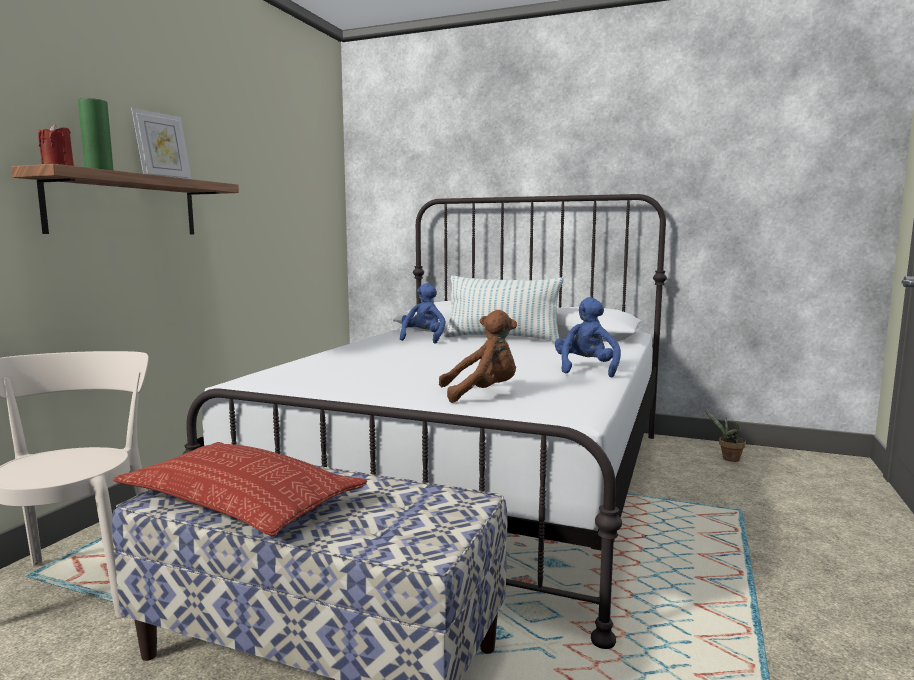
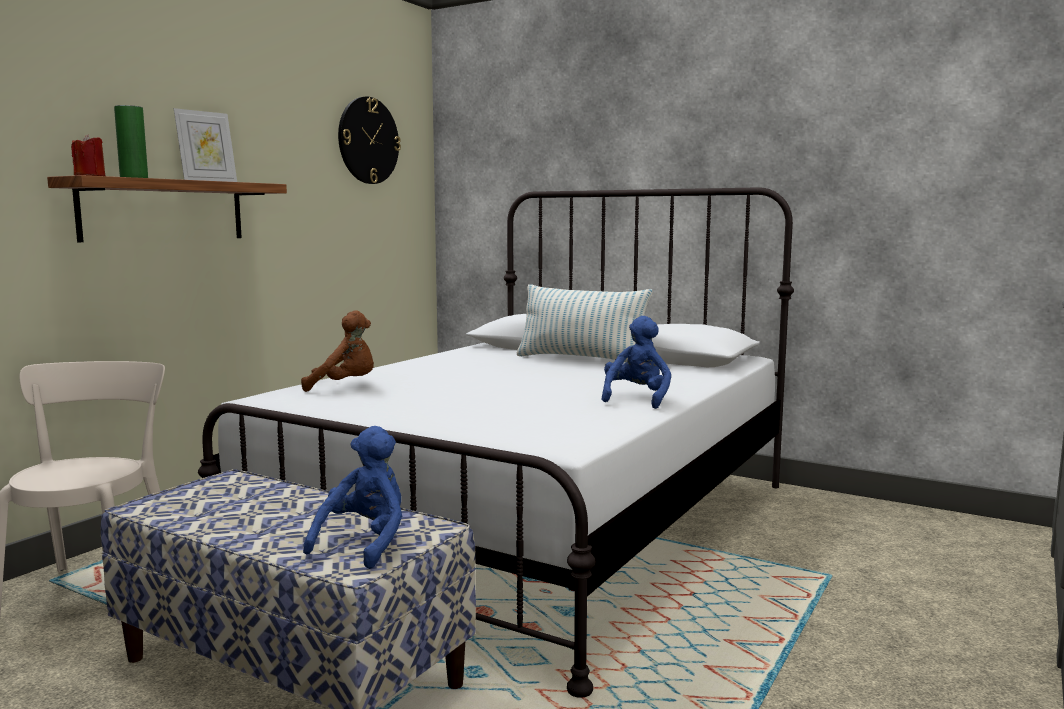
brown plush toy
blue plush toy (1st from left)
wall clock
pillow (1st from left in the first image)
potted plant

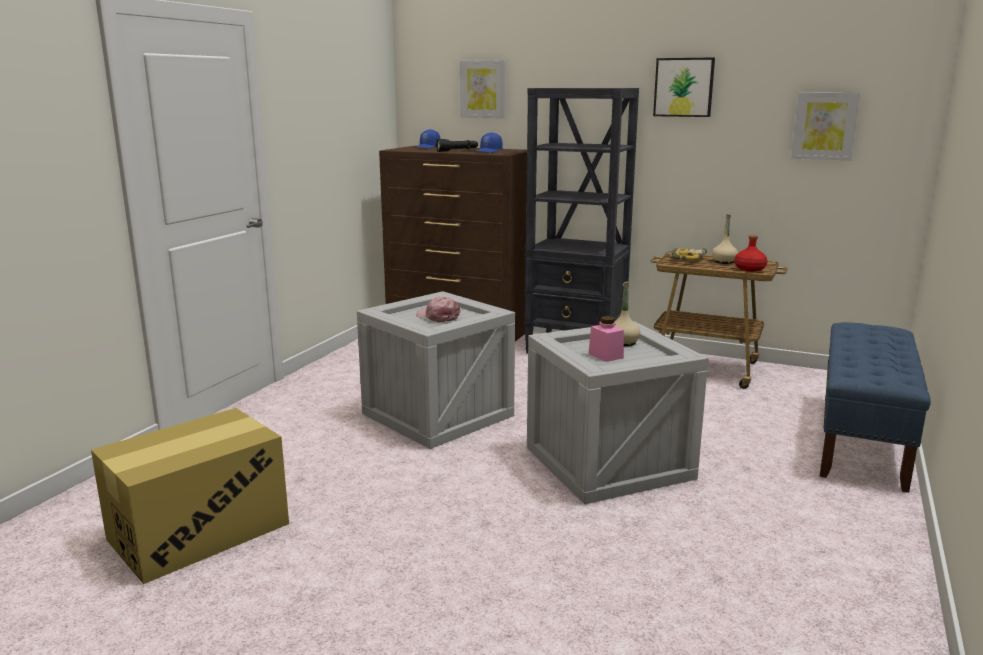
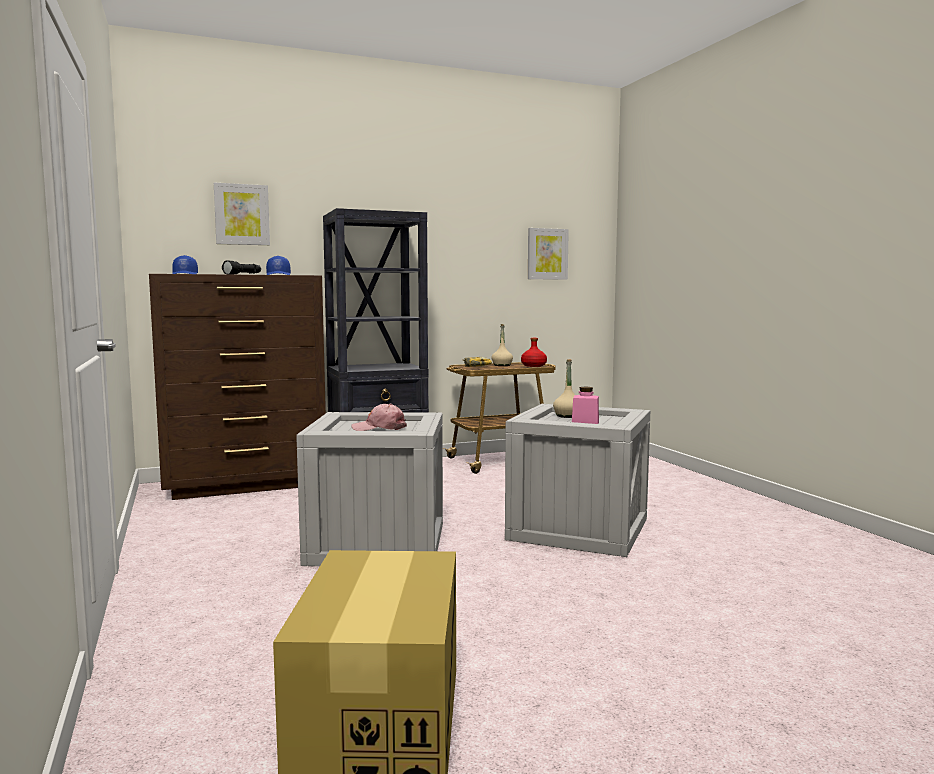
picture (2nd from left in the first image)
blue bench

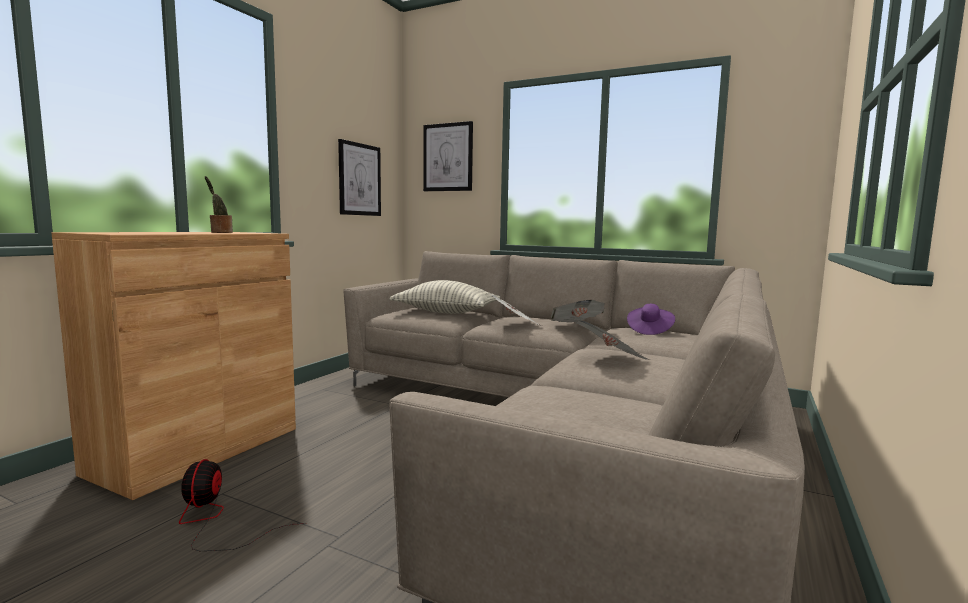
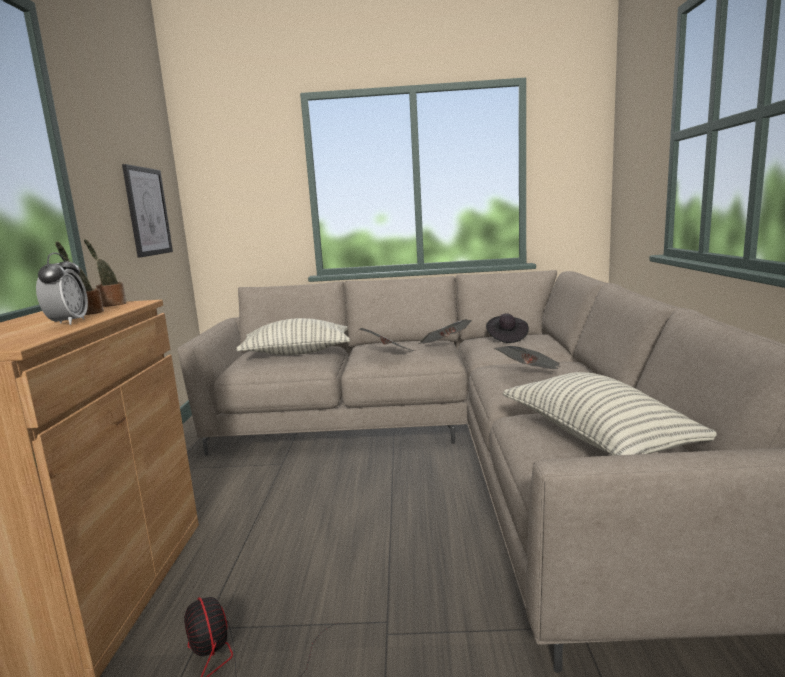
alarm clock
potted plant (2nd from left)
black hat
pillow (2nd from left)
picture (2nd from left in the first image)

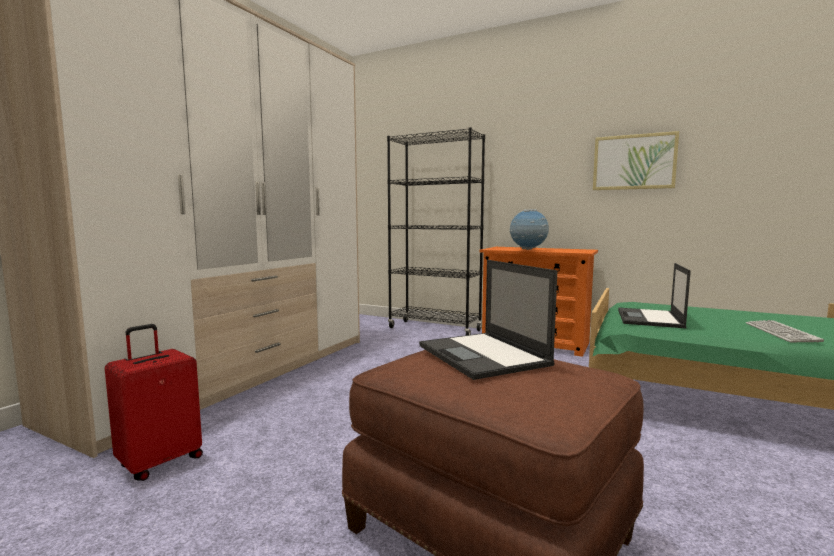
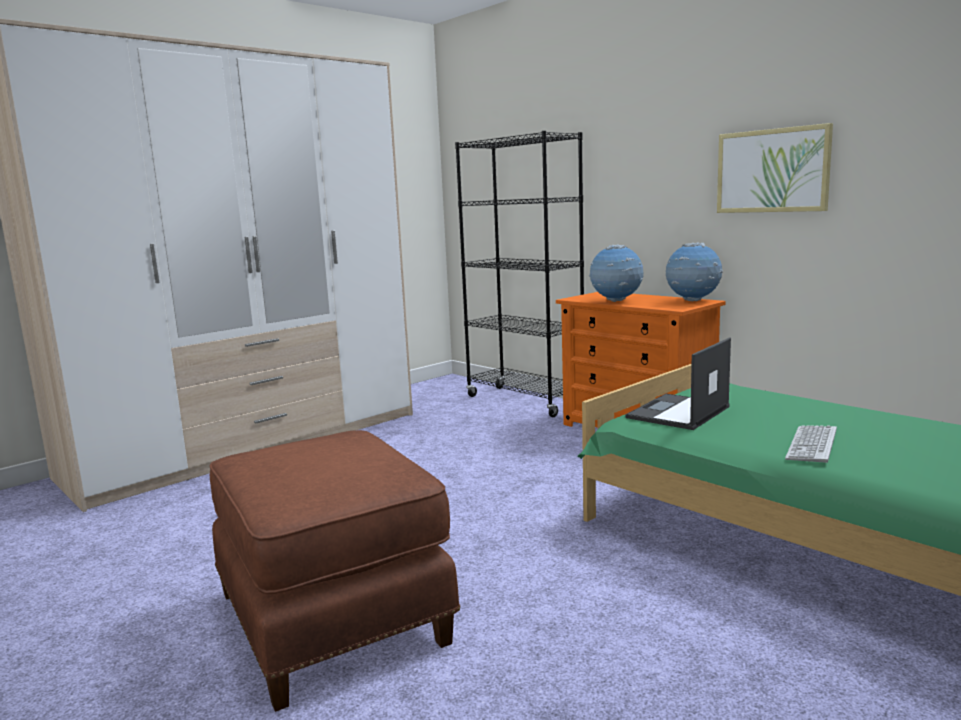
globe (2nd from left)
red suitcase
laptop (1st from left in the first image)

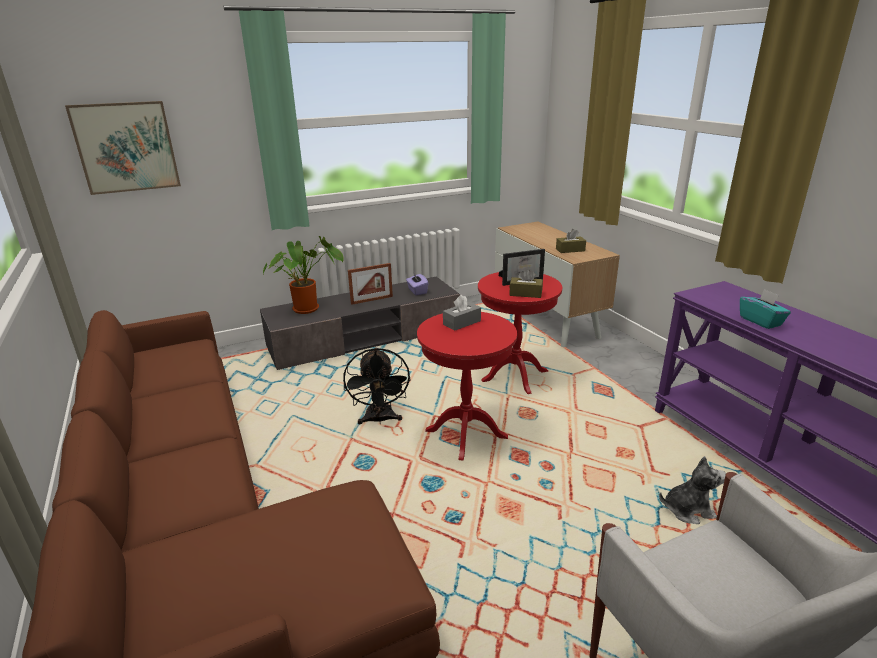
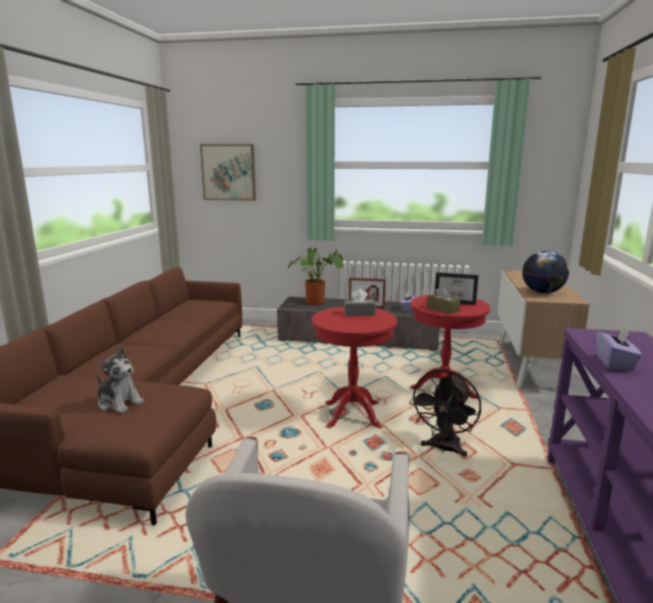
plush toy
black fan
globe
purple tissue box (2nd from left)

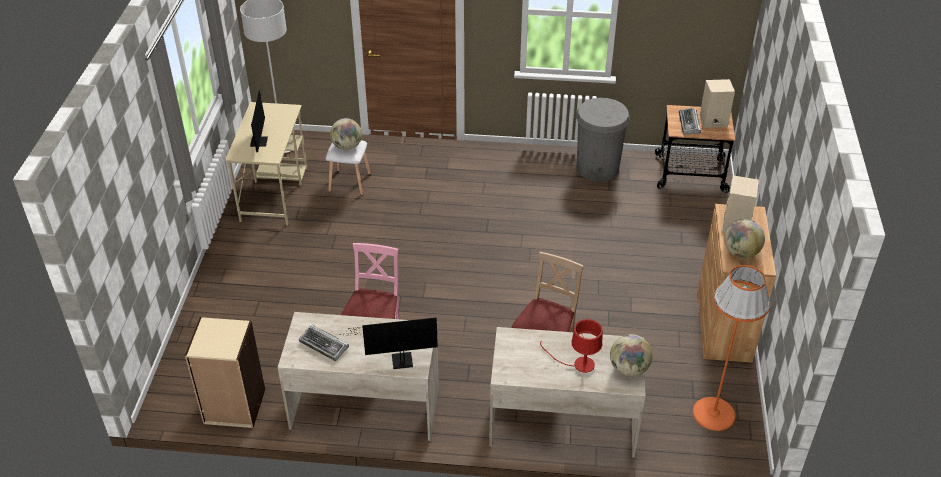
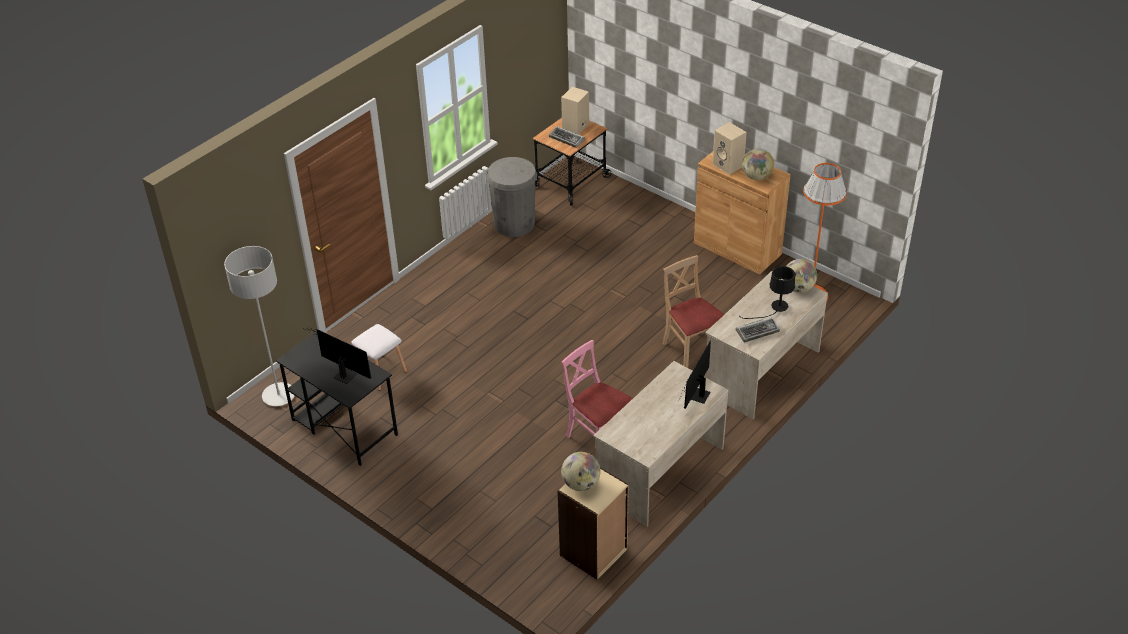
black desk
globe (1st from left)
keyboard (2nd from left)
black table lamp

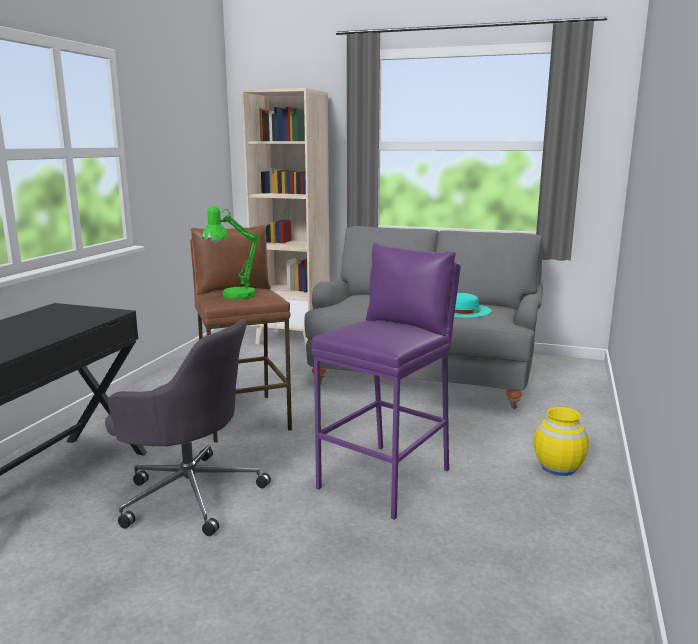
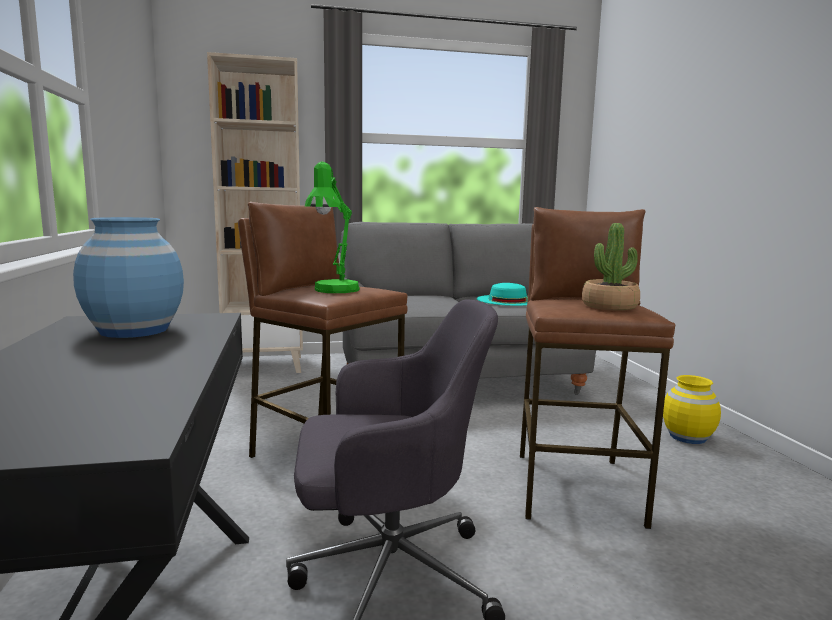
blue vase
brown stool (2nd from left)
potted plant

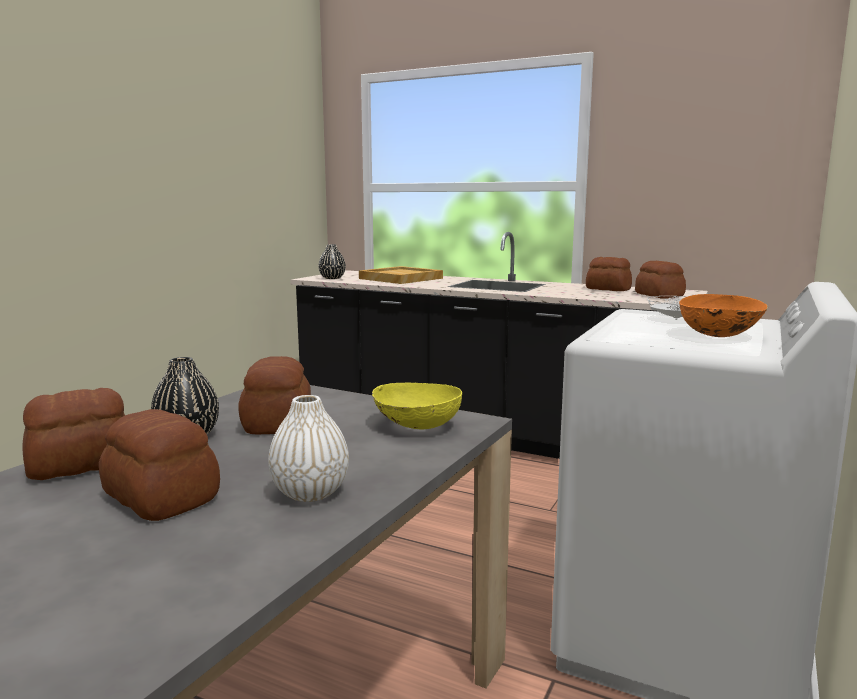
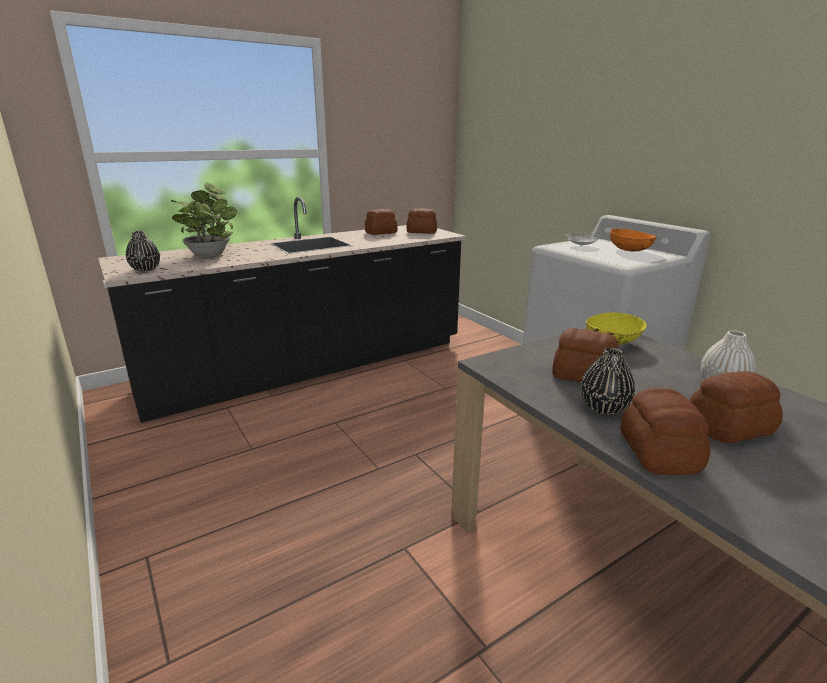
potted plant

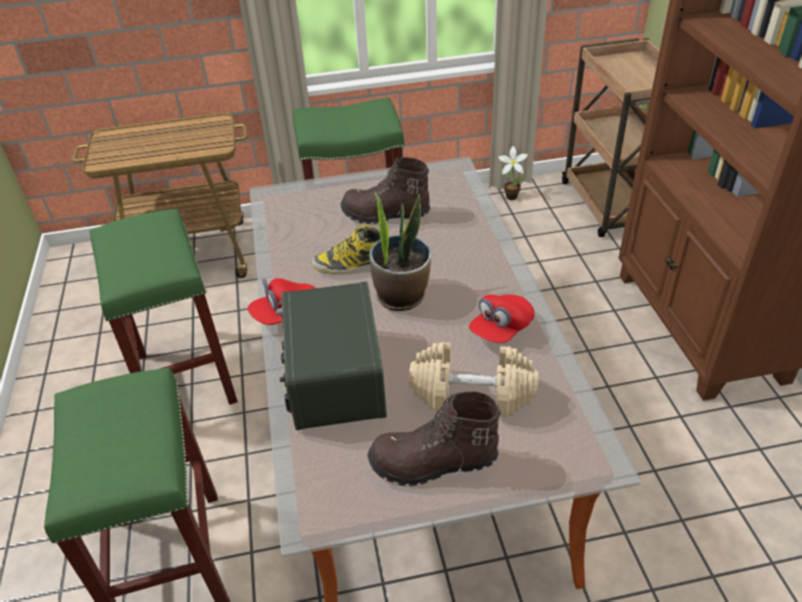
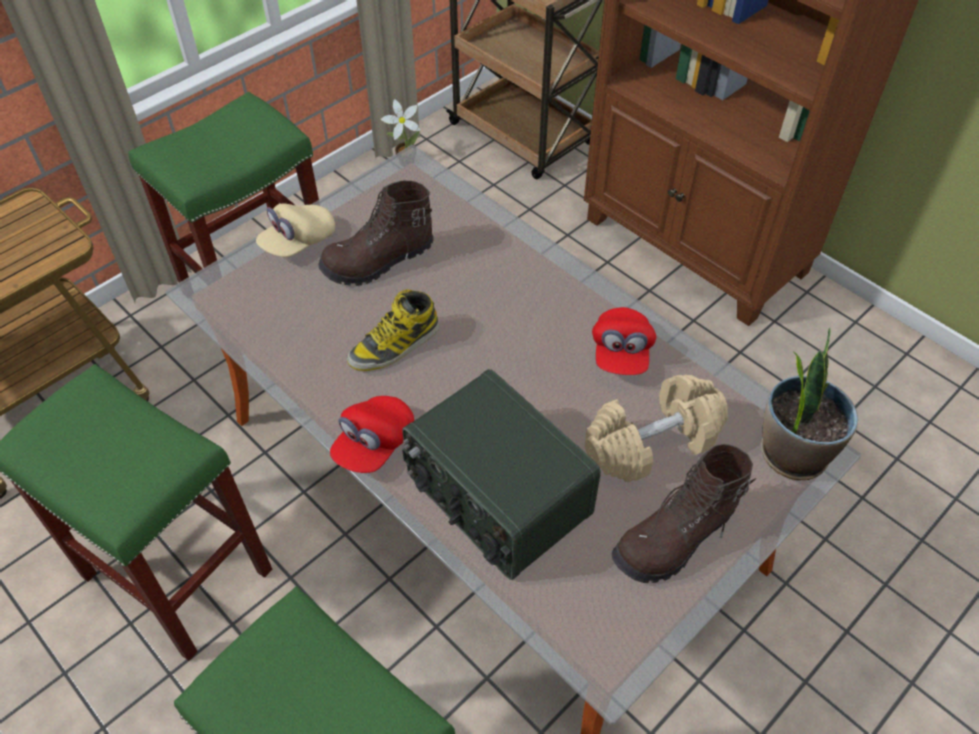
beige cap
potted plant (2nd from left)

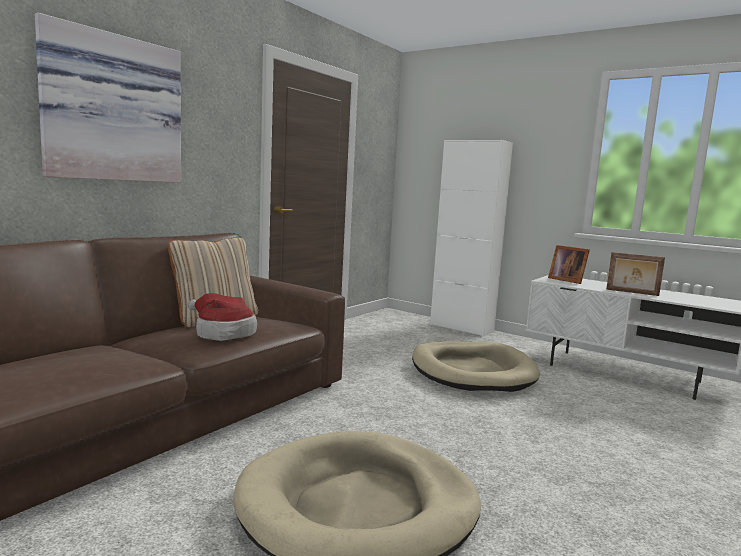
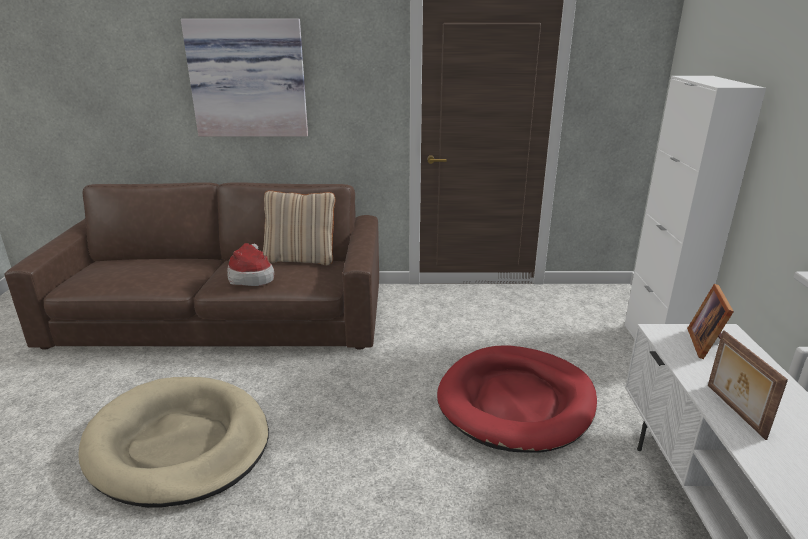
red dog bed

